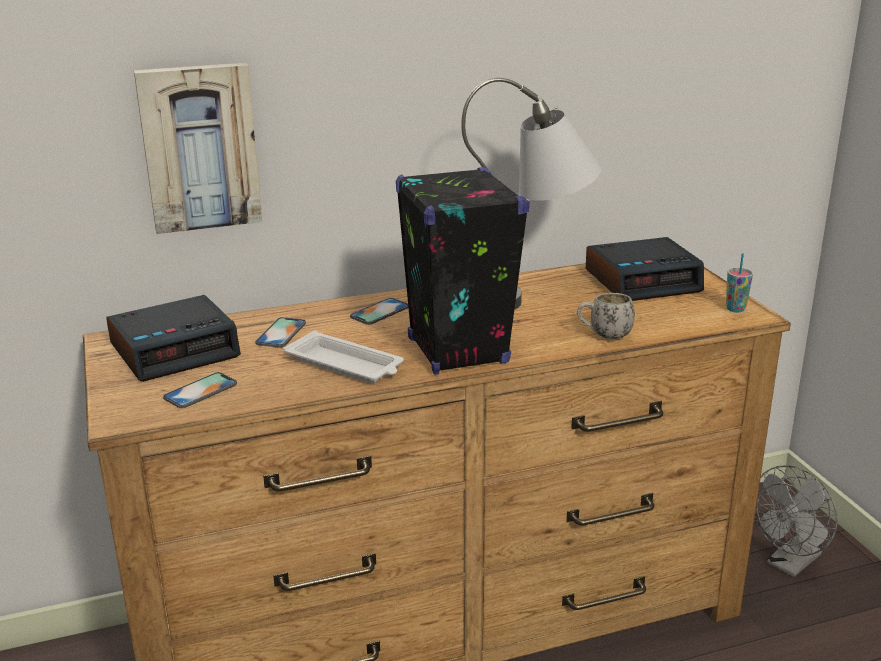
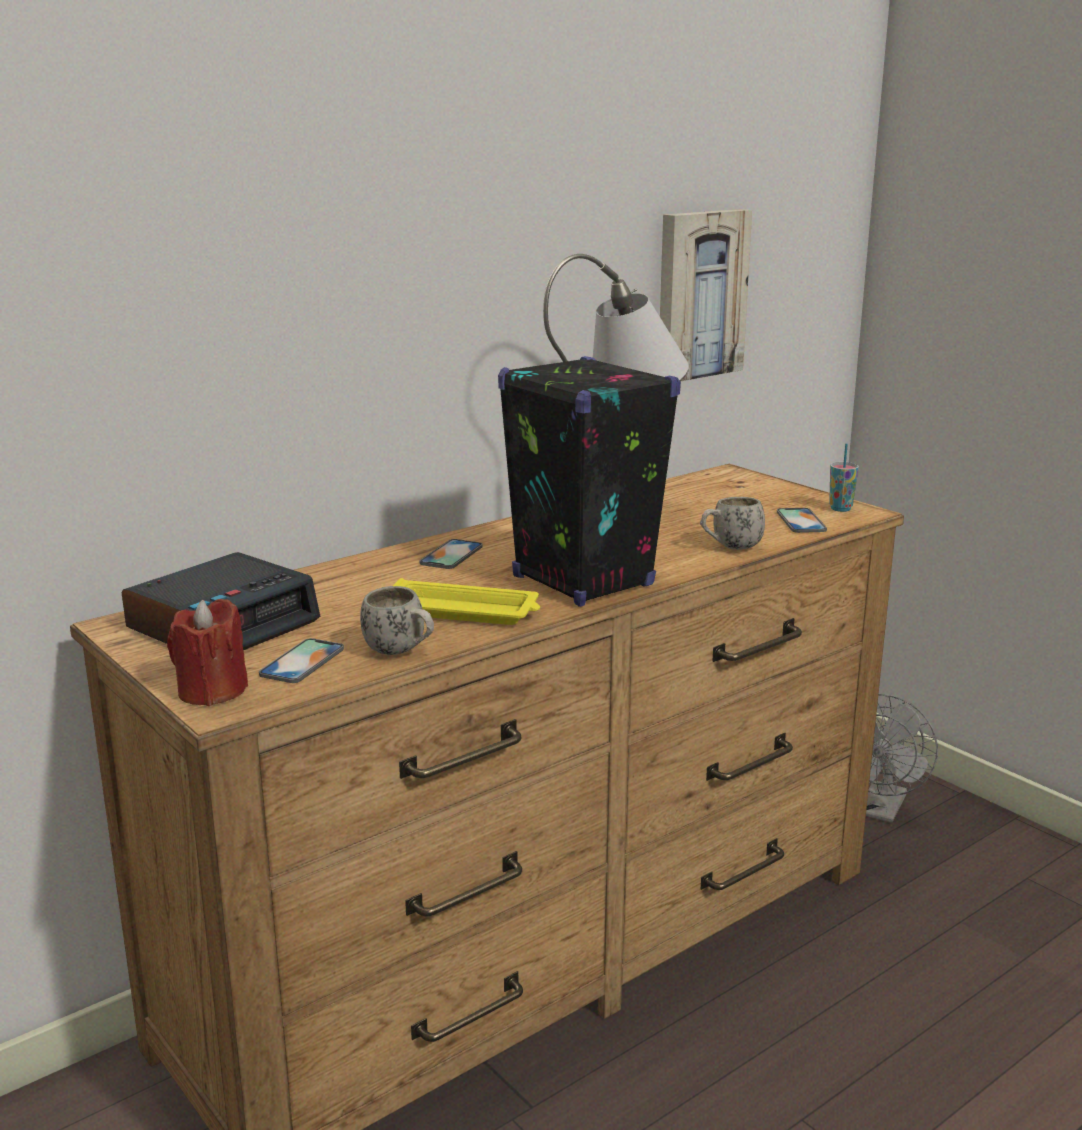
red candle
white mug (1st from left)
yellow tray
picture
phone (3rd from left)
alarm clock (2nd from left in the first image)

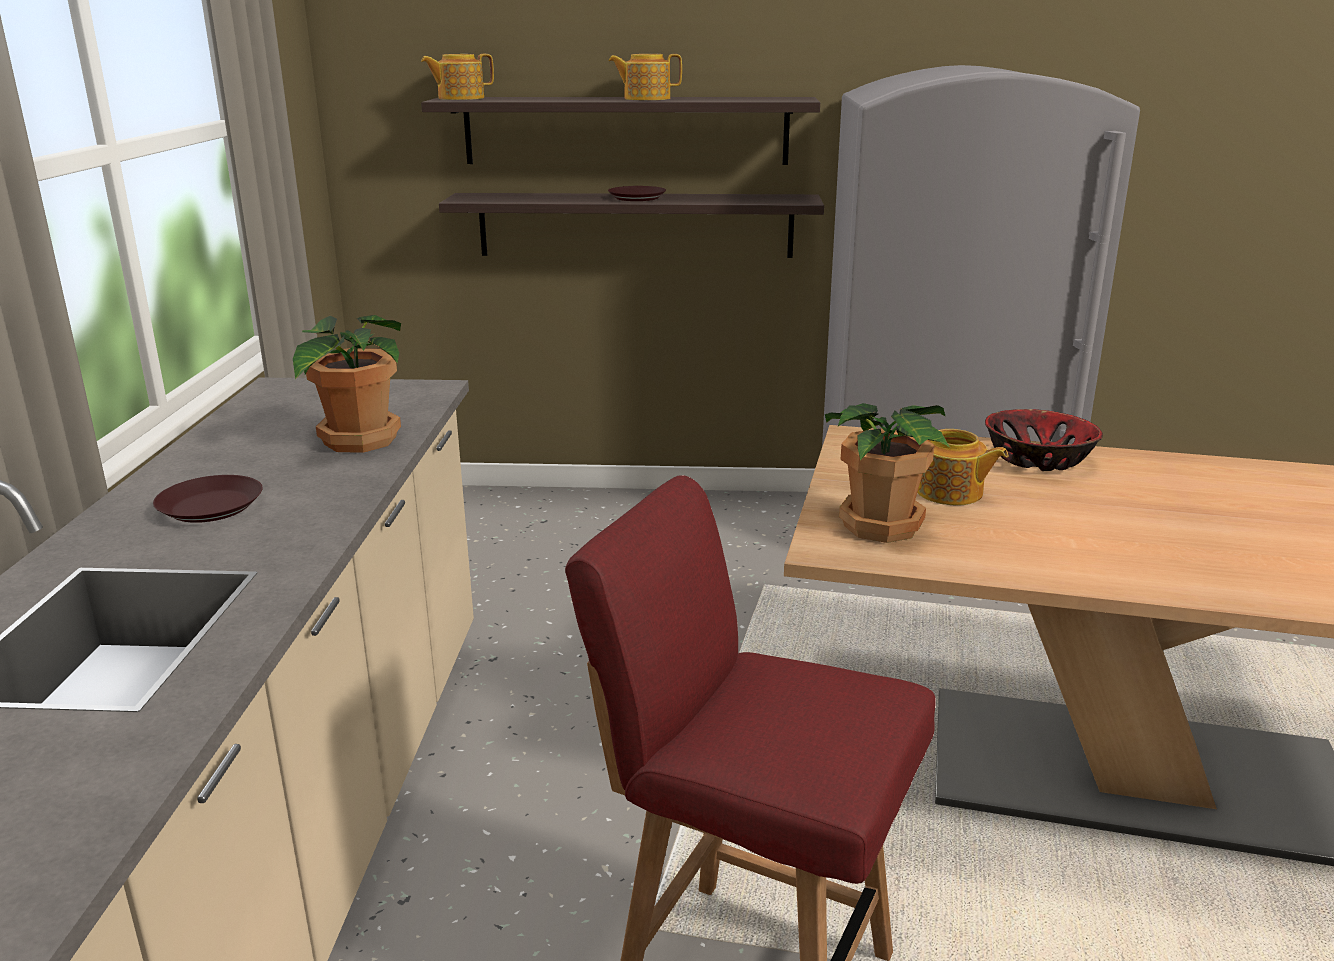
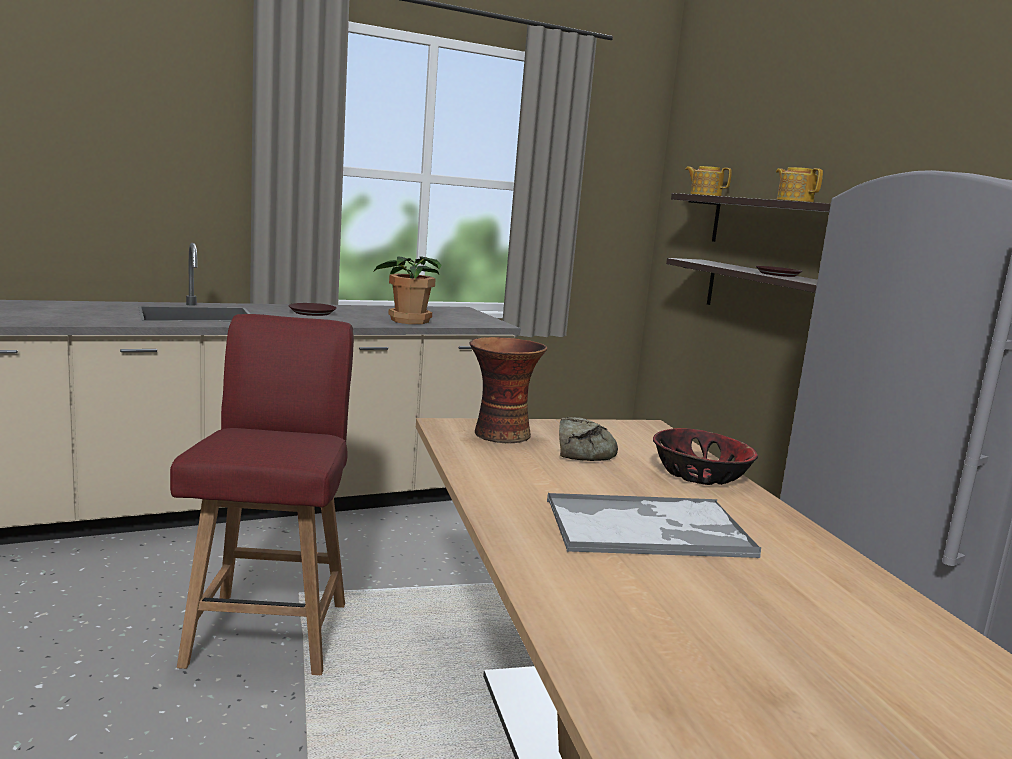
vase
tray
bread

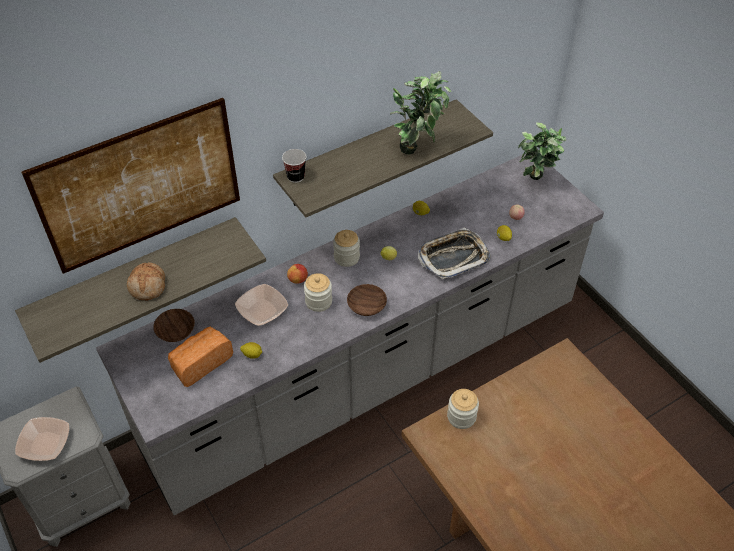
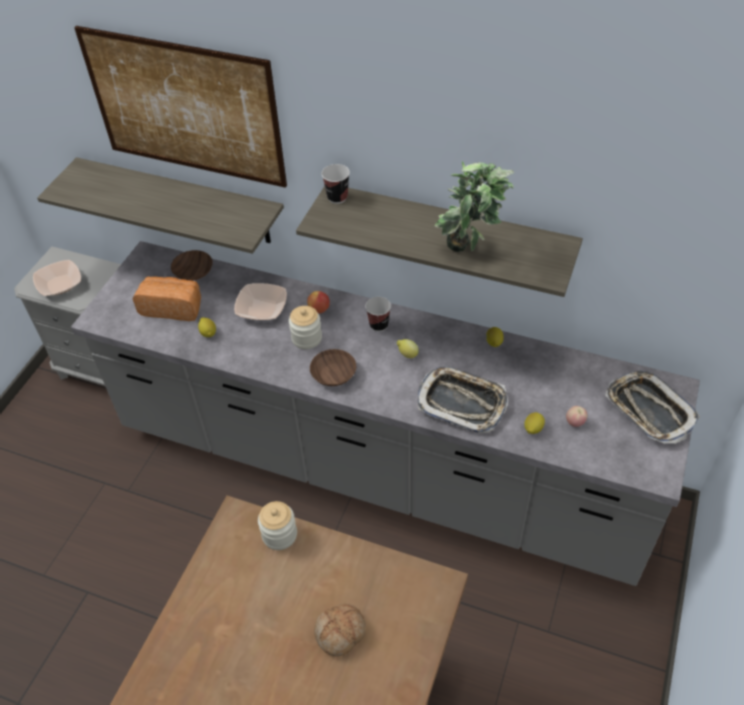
bread (2nd from left)
cup (2nd from left)
tray (2nd from left)

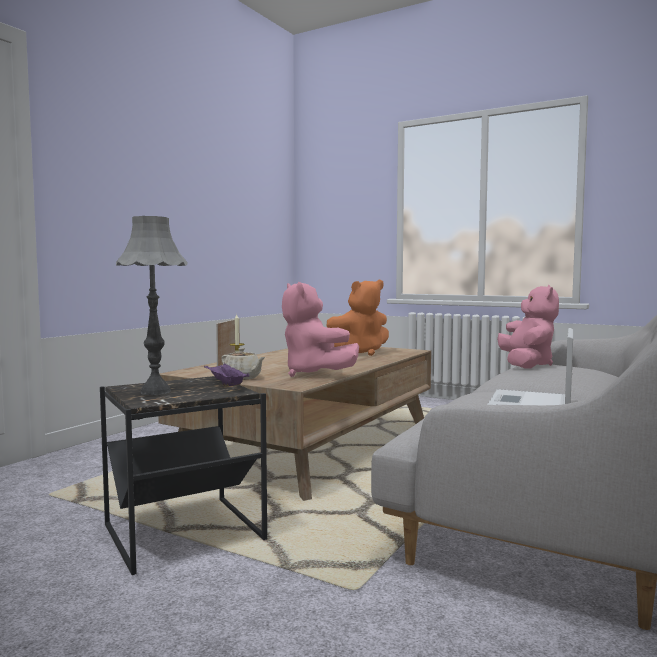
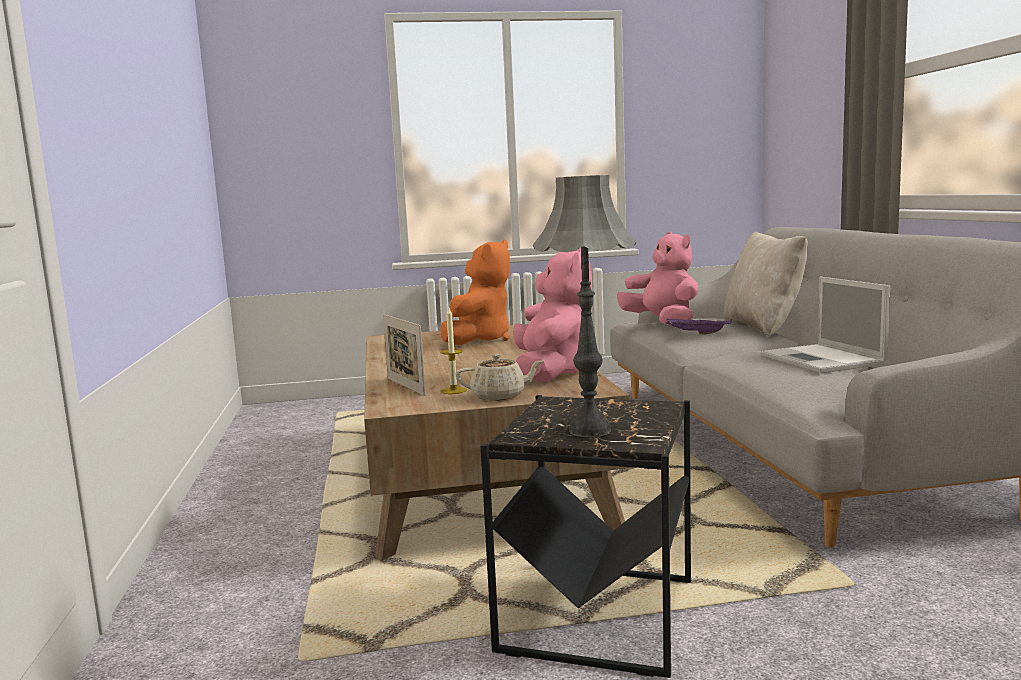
pink plush toy (1st from left)
purple tray
beige pillow

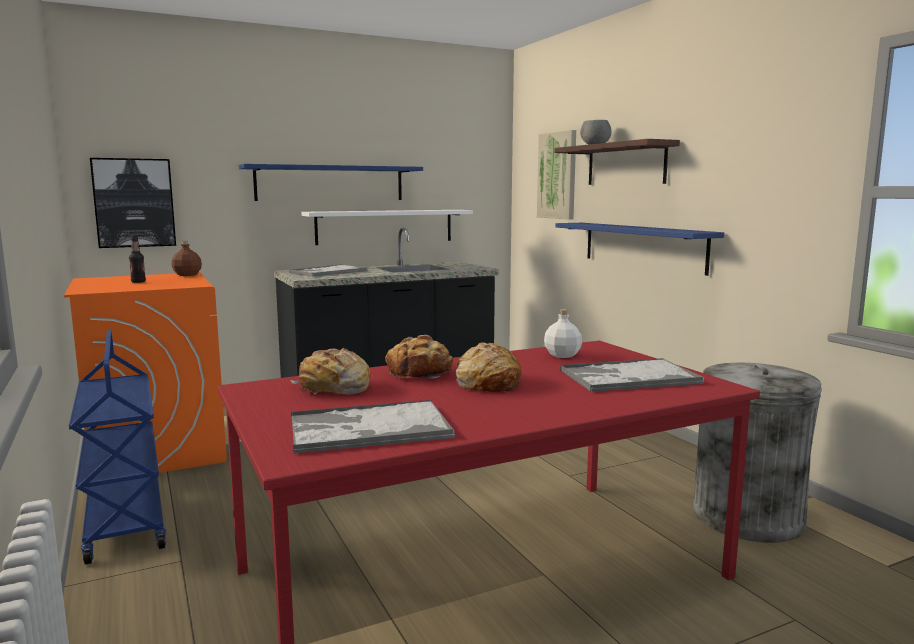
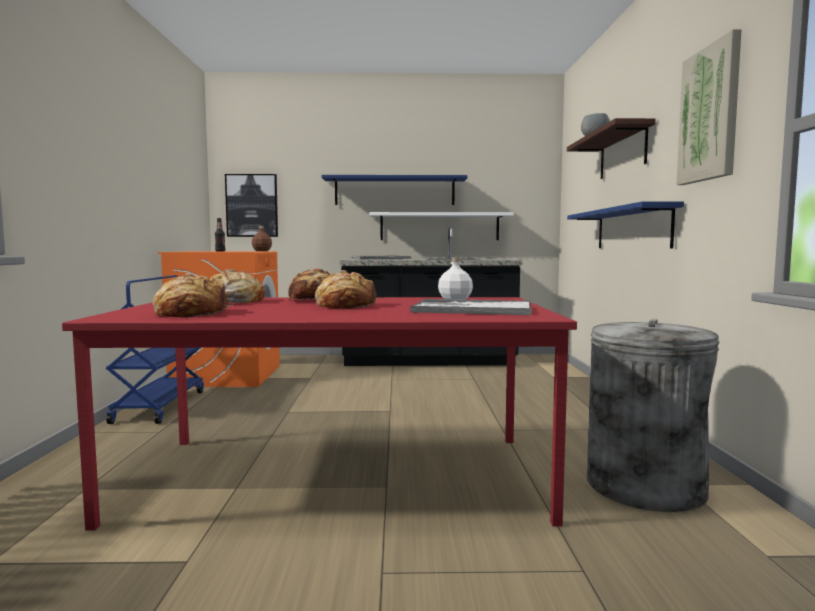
bread (1st from left)
picture (2nd from left)

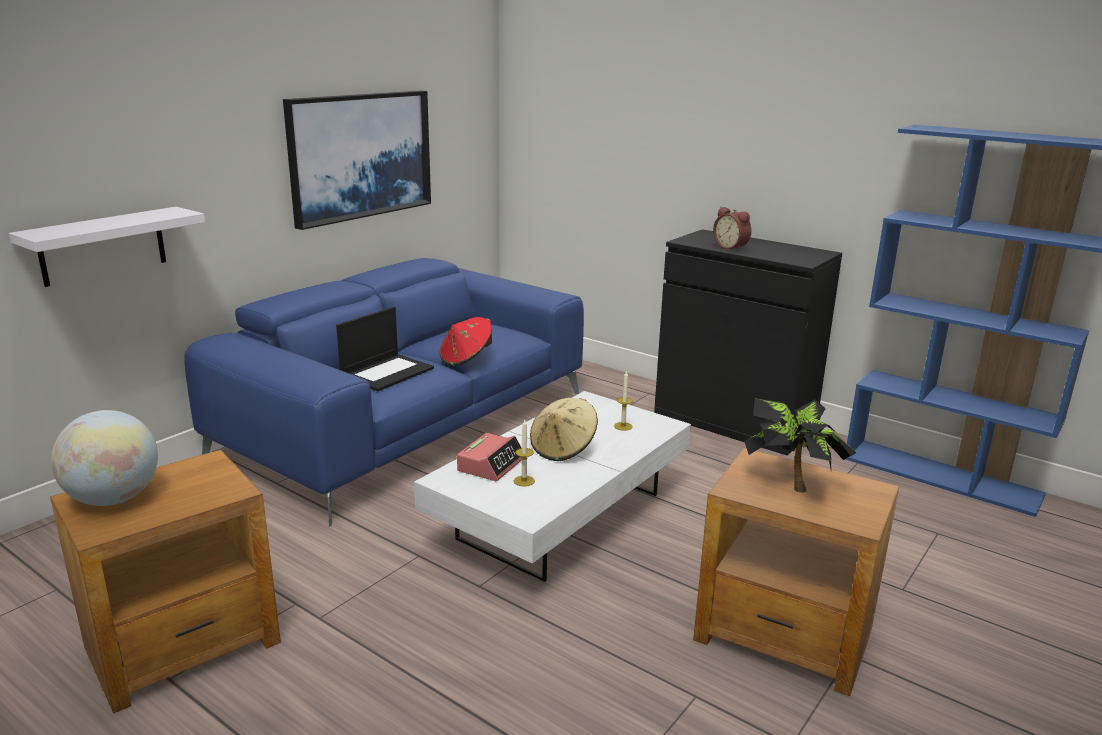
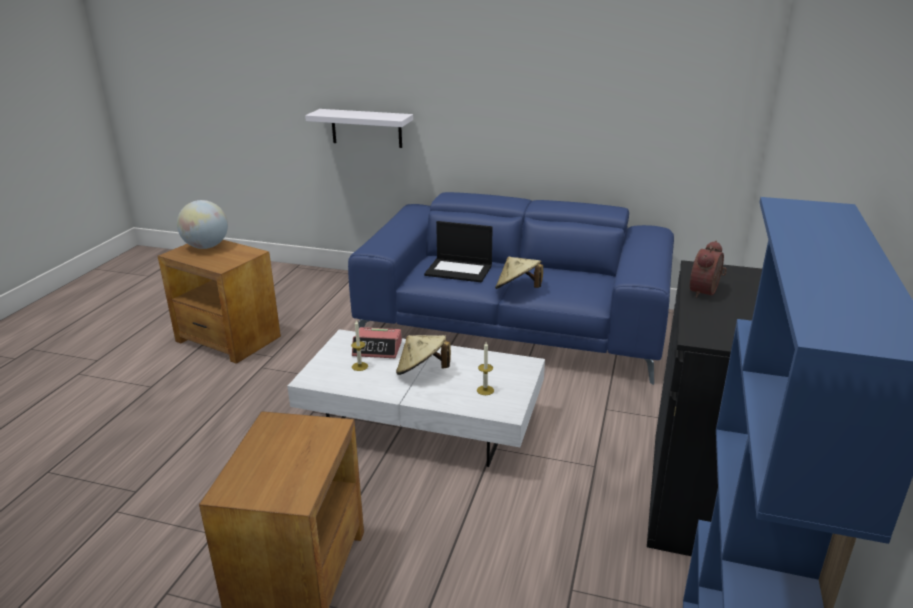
beige hat (2nd from left)
picture
potted plant

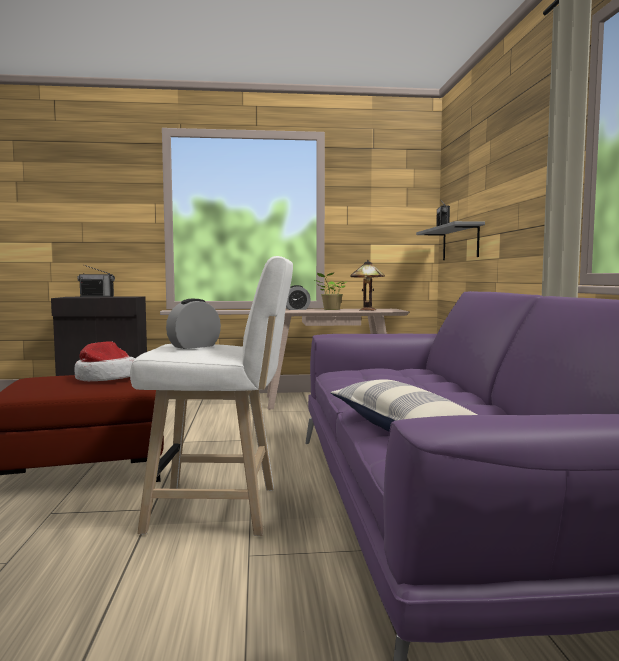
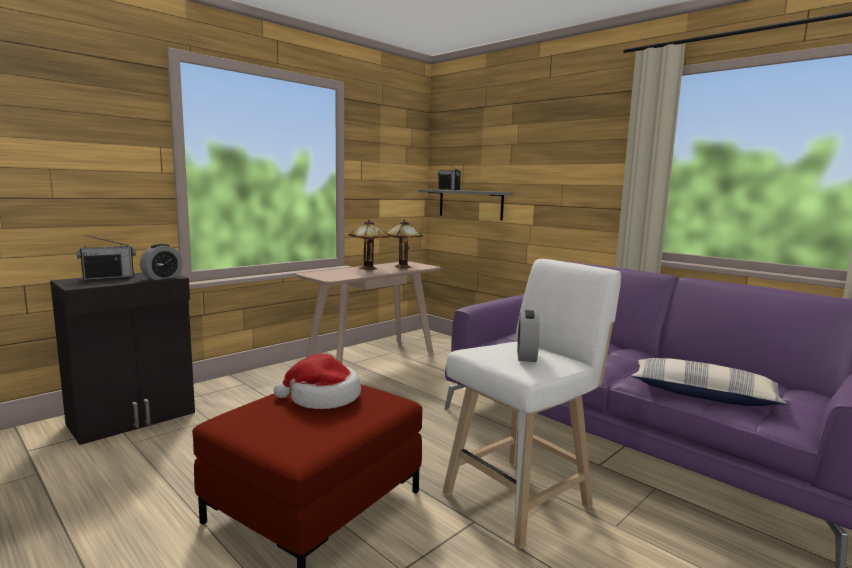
alarm clock (1st from left)
table lamp (1st from left)

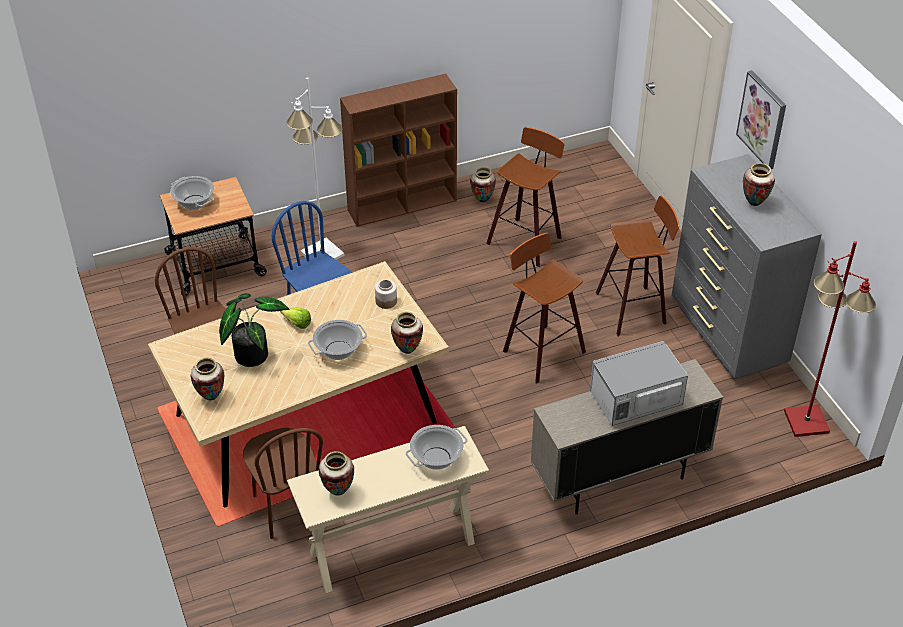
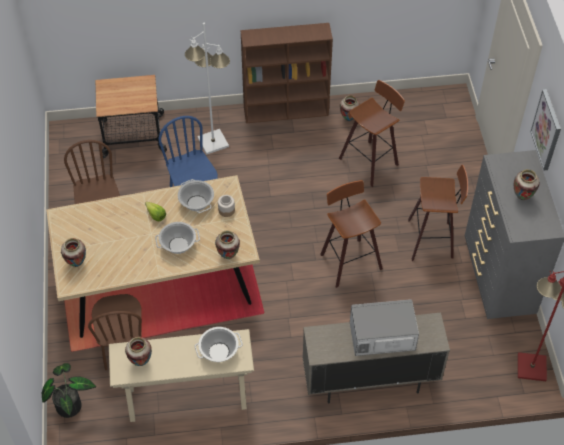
potted plant
cooking pot (2nd from left)

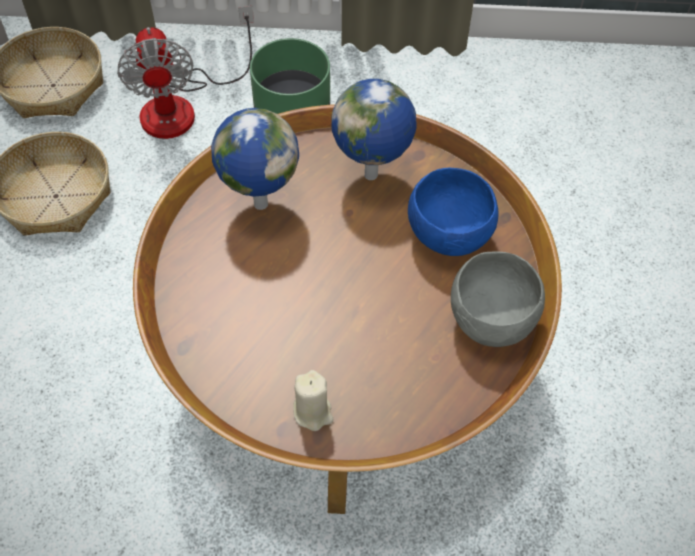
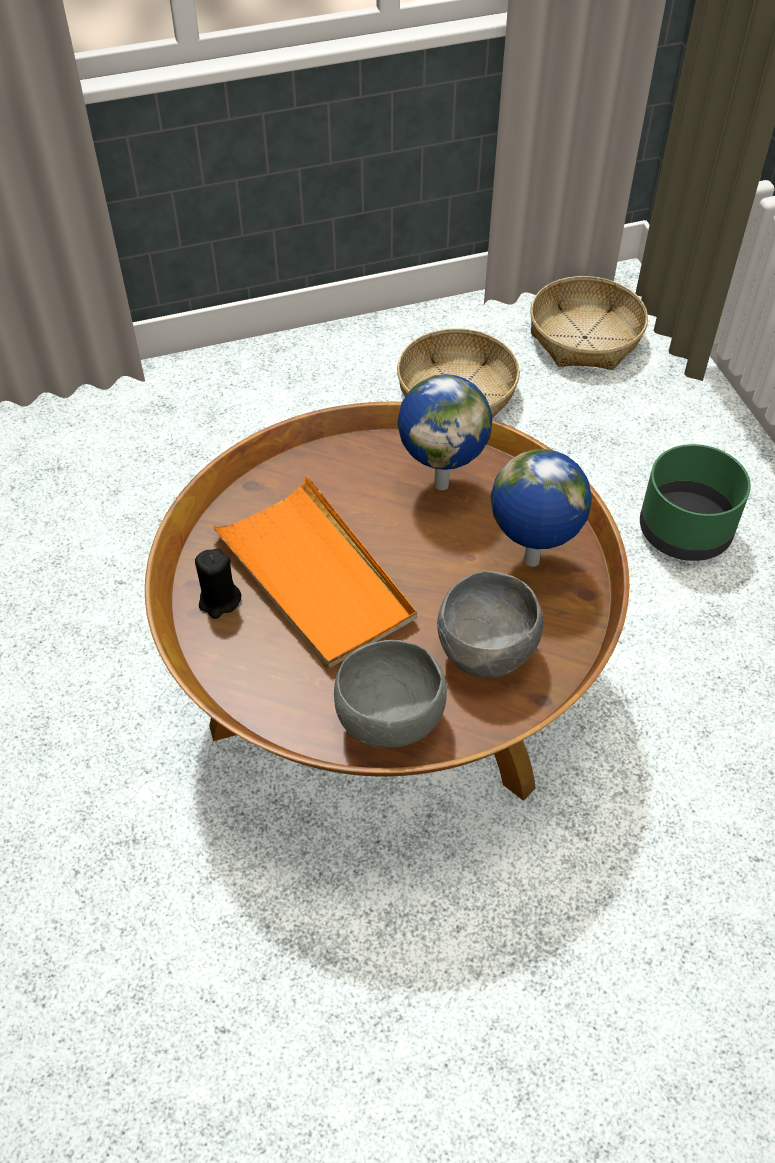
black candle
orange tray
grey bowl (2nd from left)
fan

